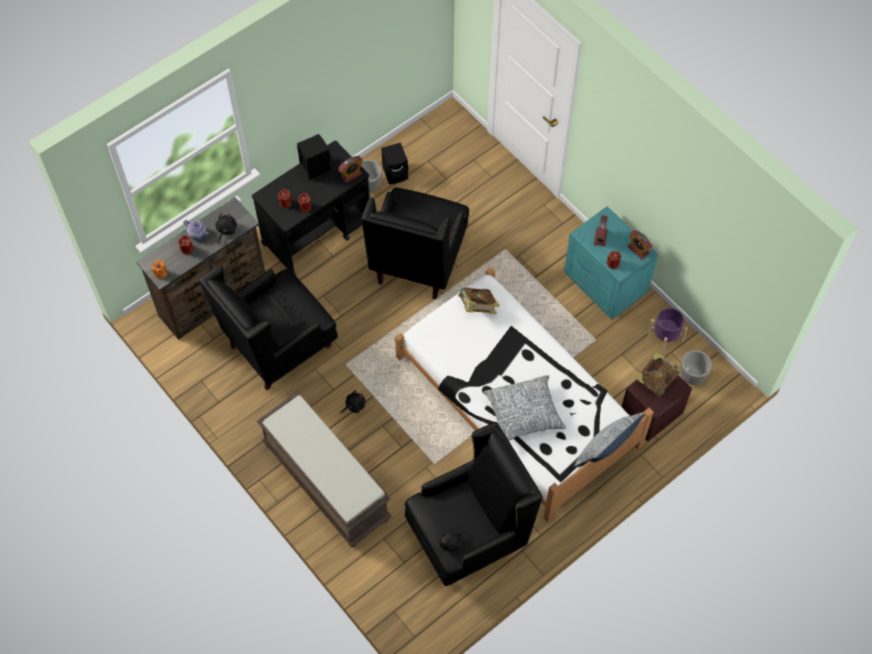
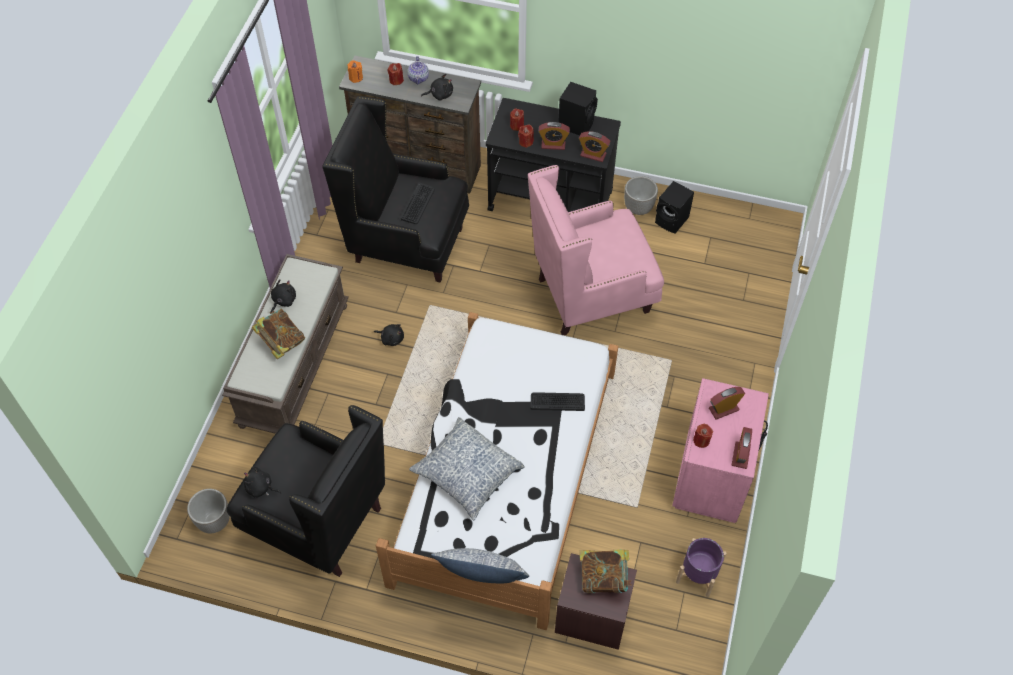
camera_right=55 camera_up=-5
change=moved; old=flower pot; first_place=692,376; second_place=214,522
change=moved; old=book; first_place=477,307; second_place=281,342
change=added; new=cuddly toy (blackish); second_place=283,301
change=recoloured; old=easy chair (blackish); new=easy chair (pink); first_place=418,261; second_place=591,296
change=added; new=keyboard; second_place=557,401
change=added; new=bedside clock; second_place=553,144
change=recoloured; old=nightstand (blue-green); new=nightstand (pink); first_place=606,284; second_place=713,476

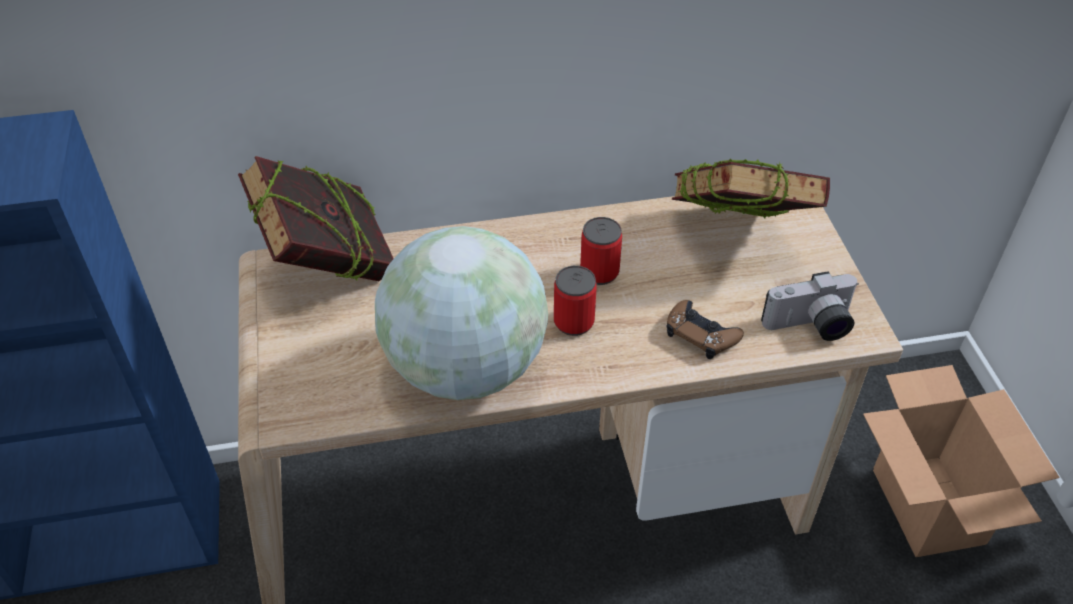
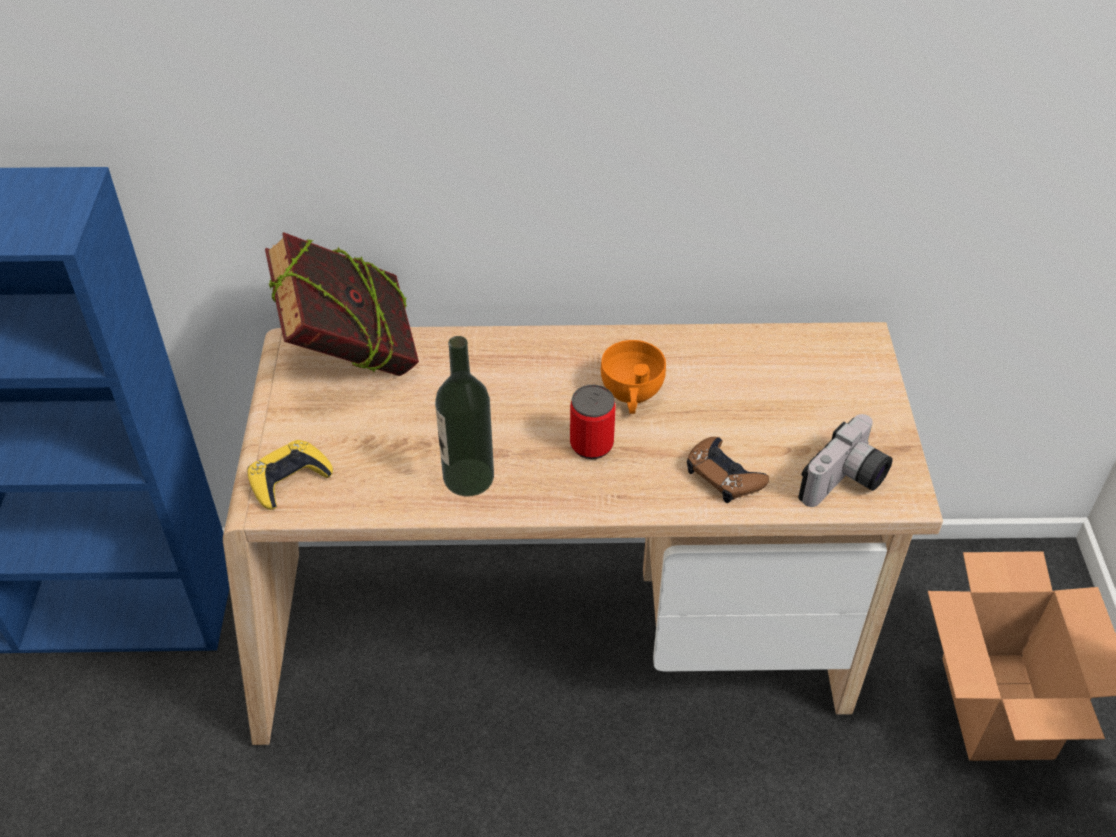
camera_right=10 camera_up=0
change=added; new=gamepad (yellow-coloured); second_place=289,479
change=replaced; old=desk globe; new=beverage bottle; first_place=466,368; second_place=468,477
change=replaced; old=can; new=cup (orangey); first_place=599,272; second_place=631,396
change=turned; old=still camera; first_place=810,327; second_place=846,483; degrees=-45
change=removed; old=book; first_place=736,240

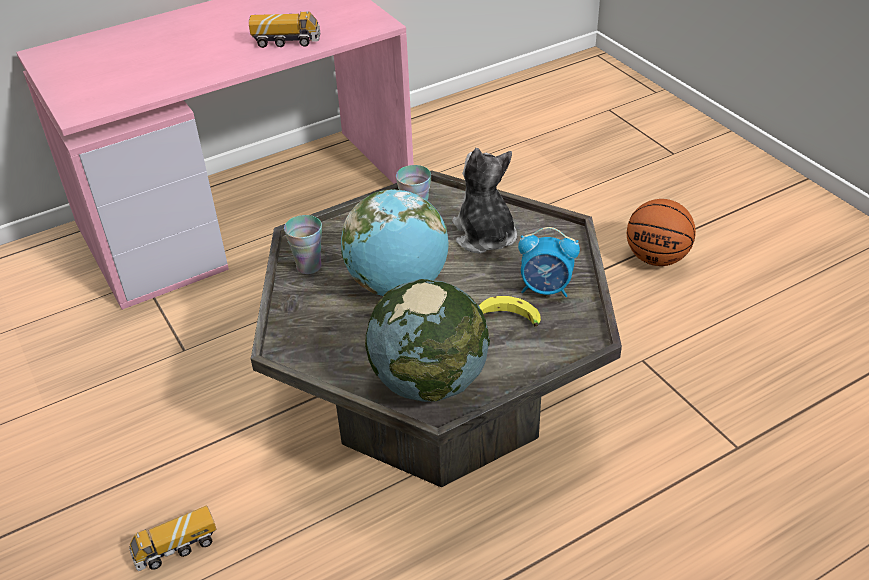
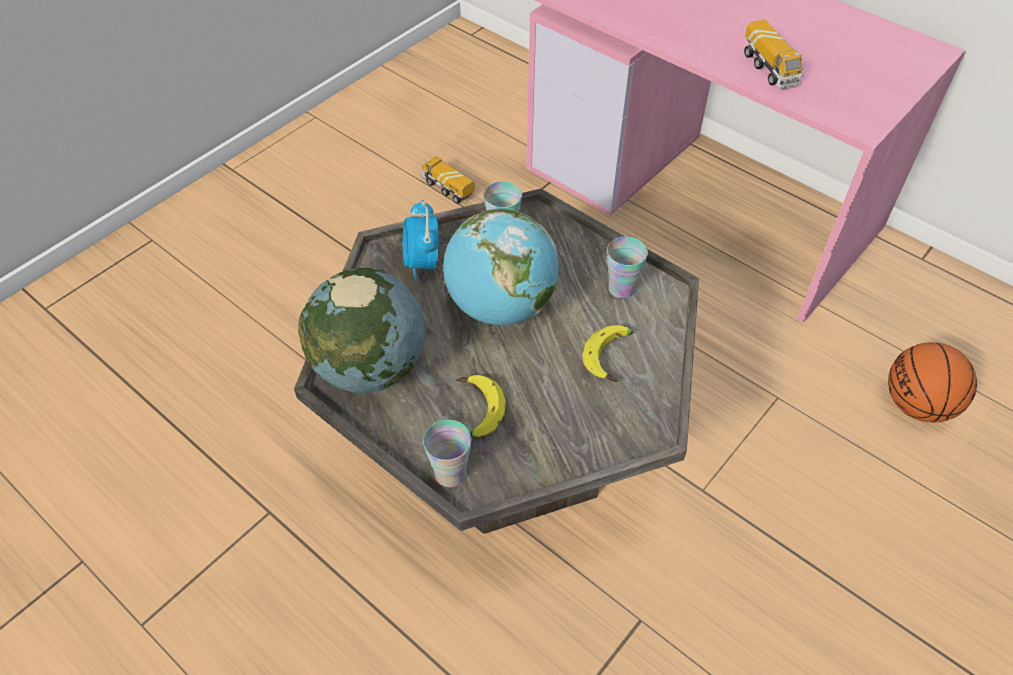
camera_right=70 camera_up=10
change=moved; old=bedside clock; first_place=546,289; second_place=422,263
change=moved; old=toy truck; first_place=176,548; second_place=447,188
change=added; new=cup; second_place=450,473
change=replaced; old=cuddly toy; new=banana; first_place=484,235; second_place=612,357
change=moved; old=basketball ball; first_place=656,258; second_place=917,405

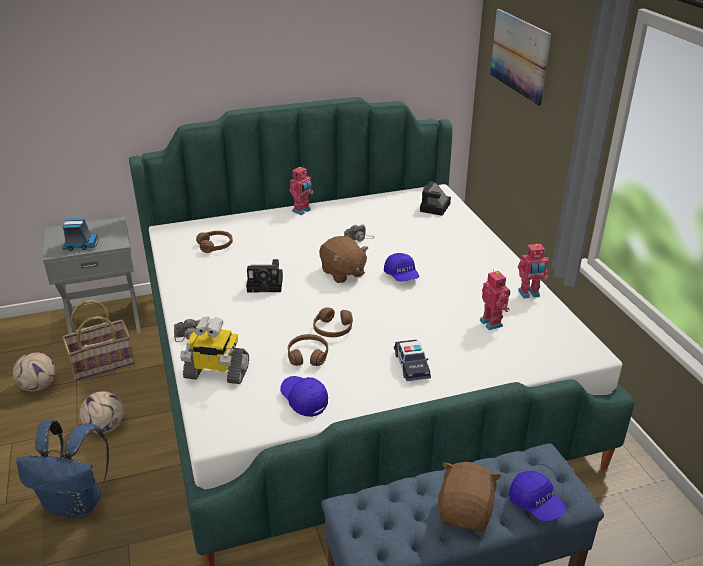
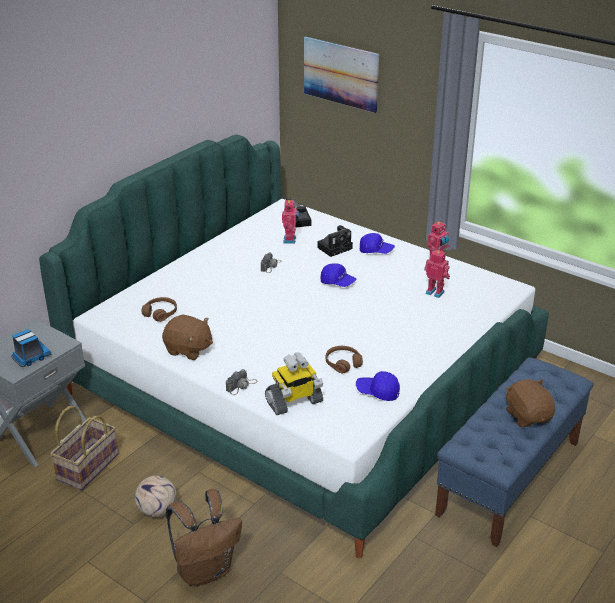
camera_right=-35 camera_up=0
change=moved; old=cuddly toy (brown-coloured); first_place=342,273; second_place=188,349
change=recoloured; old=knapsack (bluish); new=knapsack (brown-coloured); first_place=77,503; second_place=205,570
change=moved; old=toy robot; first_place=302,211; second_place=290,240
change=moved; old=still camera; first_place=267,284; second_place=335,247
change=moved; old=peaked cap (bluish); first_place=536,504; second_place=376,251
change=removed; old=ball for football; first_place=39,386
change=removed; old=headset (brown-coloured); first_place=333,329
change=removed; old=toy car; first_place=411,365

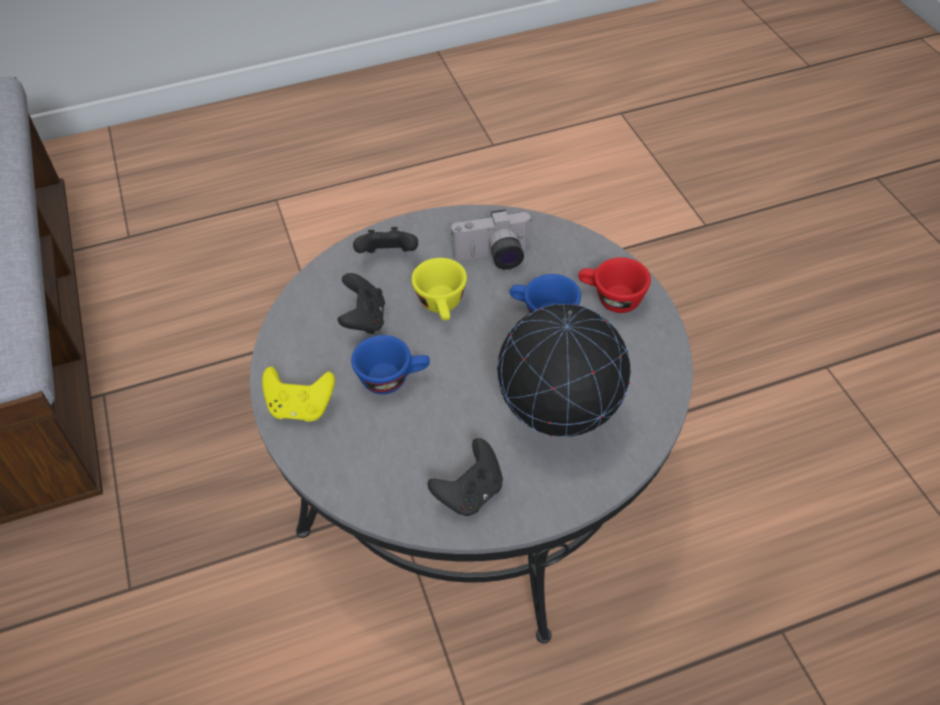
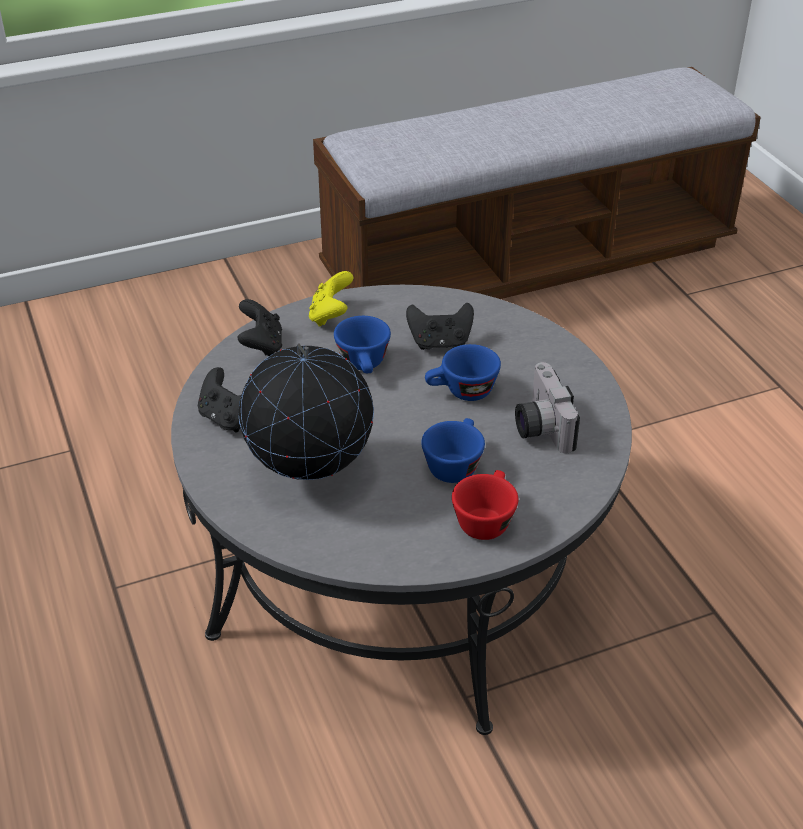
camera_right=85 camera_up=-10
change=moved; old=gamepad (blackish); first_place=388,257; second_place=261,345
change=recoloured; old=cup (yellow-coloured); new=cup (bluish); first_place=443,306; second_place=461,392

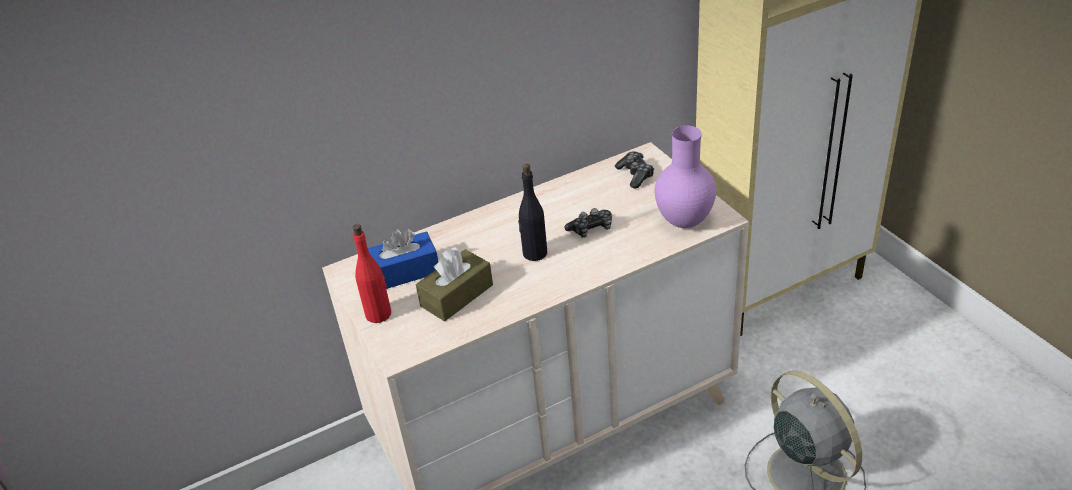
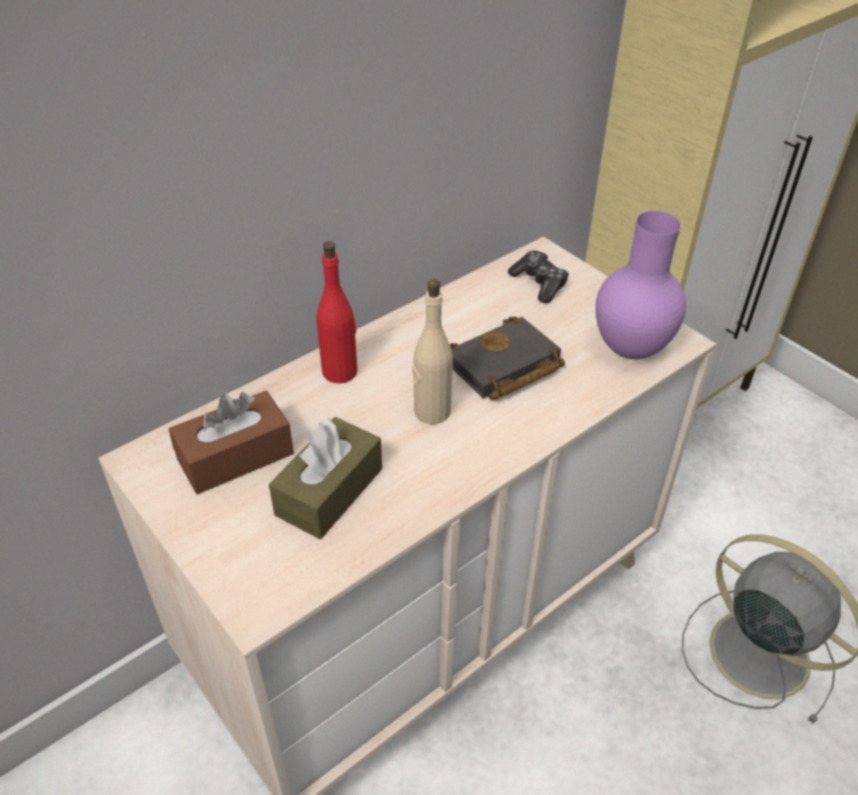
camera_right=-15 camera_up=5
change=recoloured; old=box of tissues (bluish); new=box of tissues (brown-coloured); first_place=404,272; second_place=235,456
change=moved; old=beverage bottle (red); first_place=379,314; second_place=340,371
change=recoloured; old=beverage bottle (blackish); new=beverage bottle (sand-coloured); first_place=534,253; second_place=431,411
change=replaced; old=gamepad; new=book (blackish); first_place=591,229; second_place=503,368

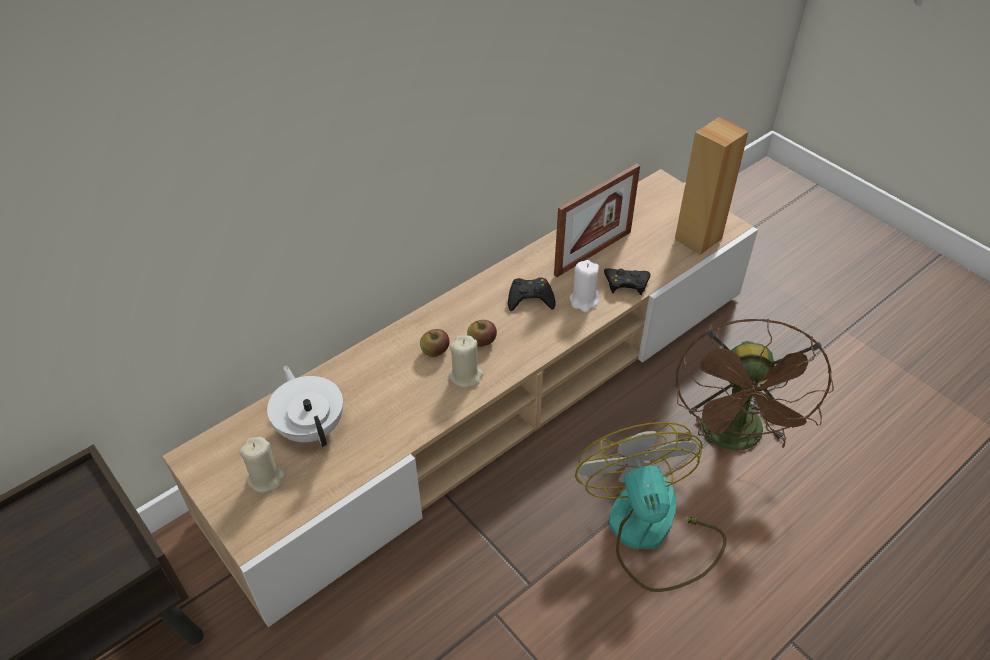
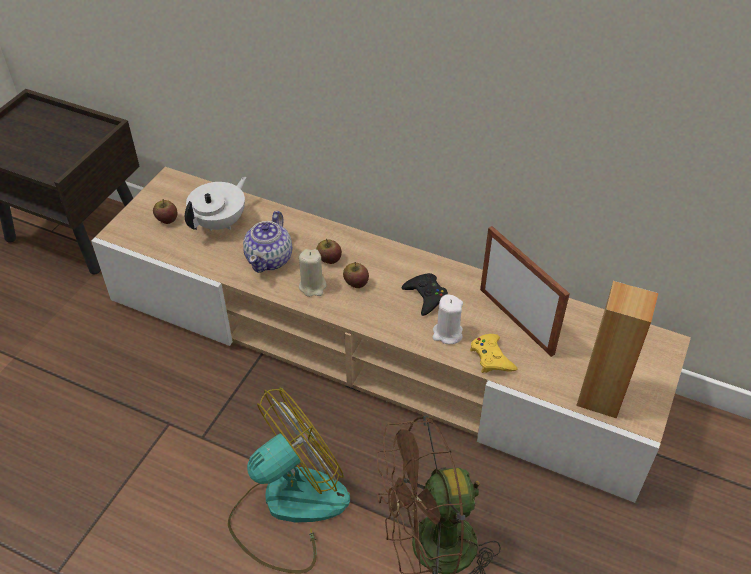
camera_right=65 camera_up=0
change=replaced; old=wax light (sand-coloured); new=apple fruit; first_place=266,478; second_place=167,219
change=added; new=tea pot; second_place=270,259
change=recoloured; old=gamepad (blackish); new=gamepad (yellow-coloured); first_place=626,283; second_place=491,358
change=turned; old=picture frame; first_place=593,253; second_place=516,321; degrees=-150

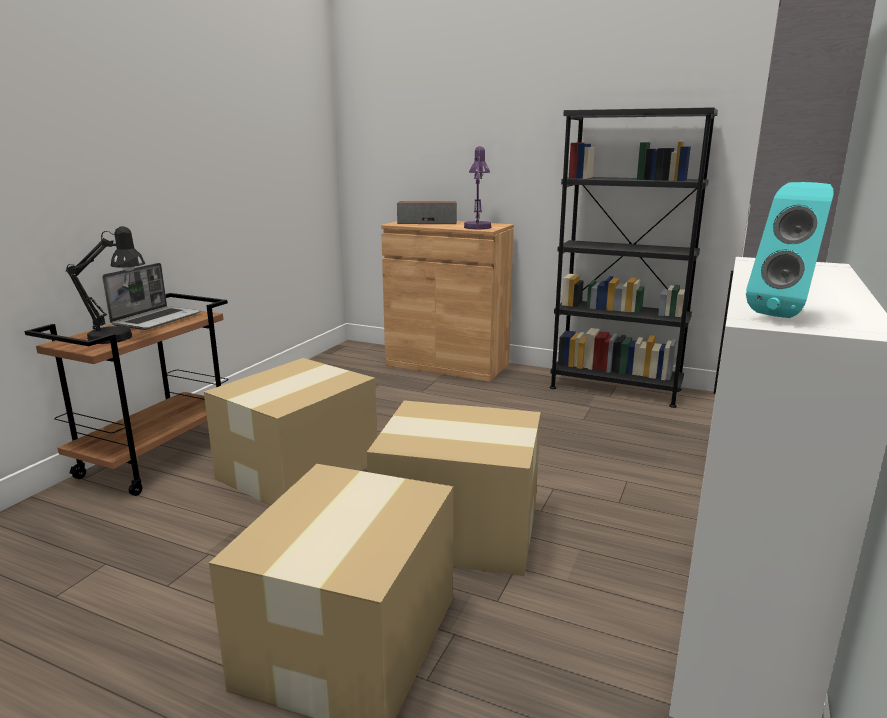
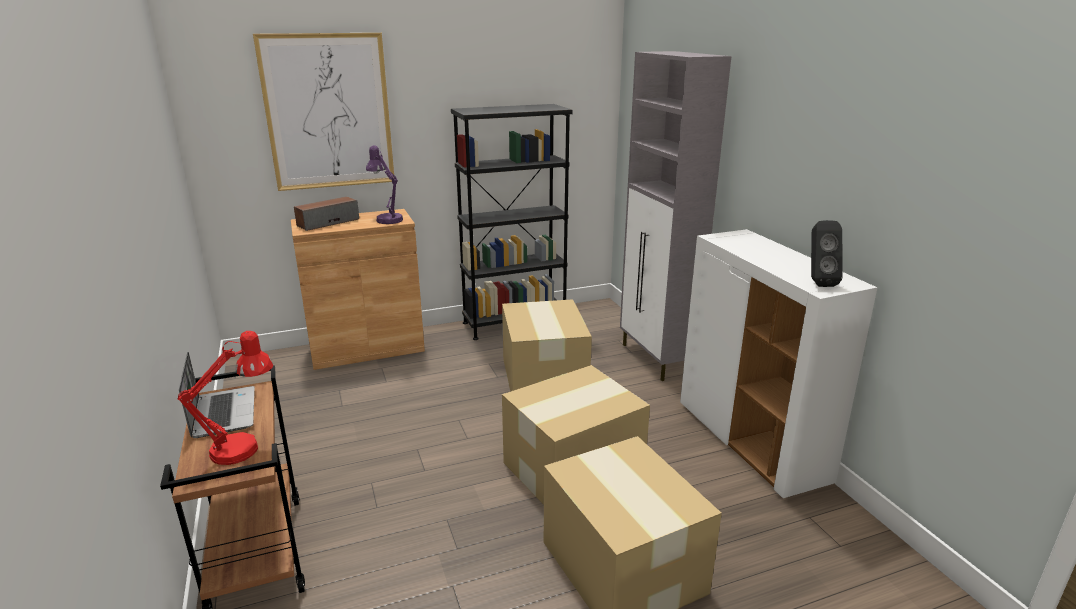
camera_right=-45 camera_up=5
change=recoloured; old=lamp for a table (blackish); new=lamp for a table (red); first_place=119,338; second_place=245,447
change=added; new=picture; second_place=328,112
change=moved; old=packing box; first_place=300,469; second_place=544,376
change=recoloured; old=loudspeaker (blue-green); new=loudspeaker (blackish); first_place=784,314; second_place=817,282

